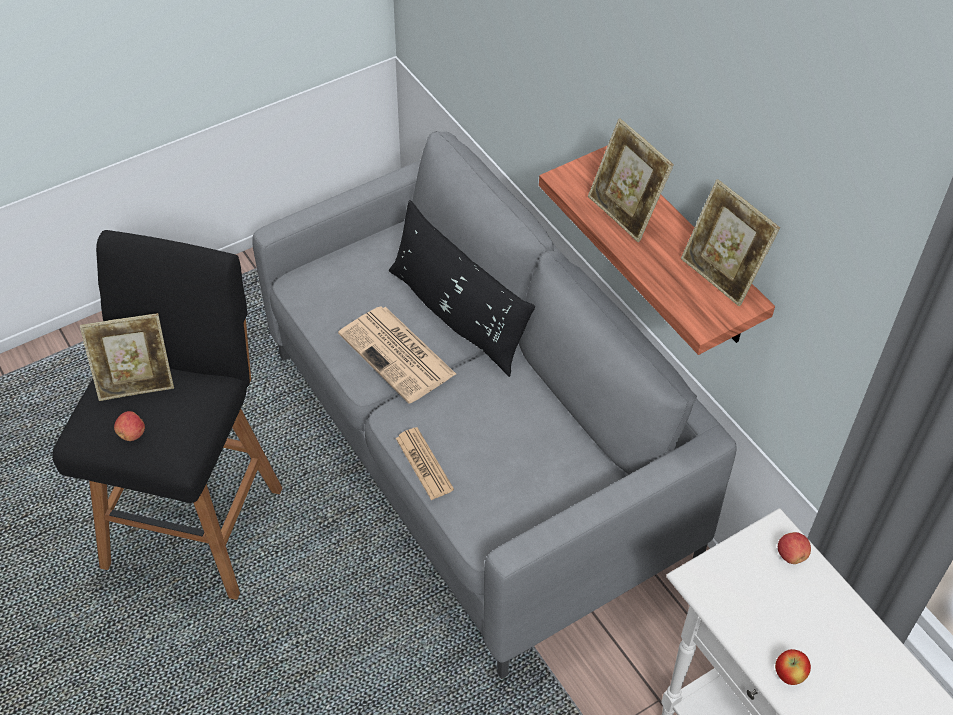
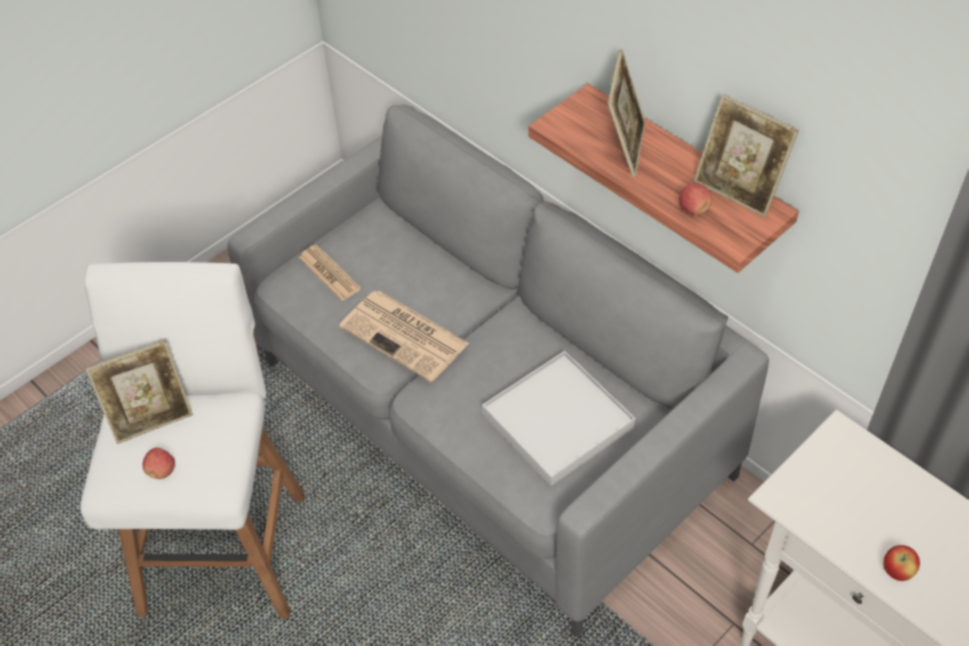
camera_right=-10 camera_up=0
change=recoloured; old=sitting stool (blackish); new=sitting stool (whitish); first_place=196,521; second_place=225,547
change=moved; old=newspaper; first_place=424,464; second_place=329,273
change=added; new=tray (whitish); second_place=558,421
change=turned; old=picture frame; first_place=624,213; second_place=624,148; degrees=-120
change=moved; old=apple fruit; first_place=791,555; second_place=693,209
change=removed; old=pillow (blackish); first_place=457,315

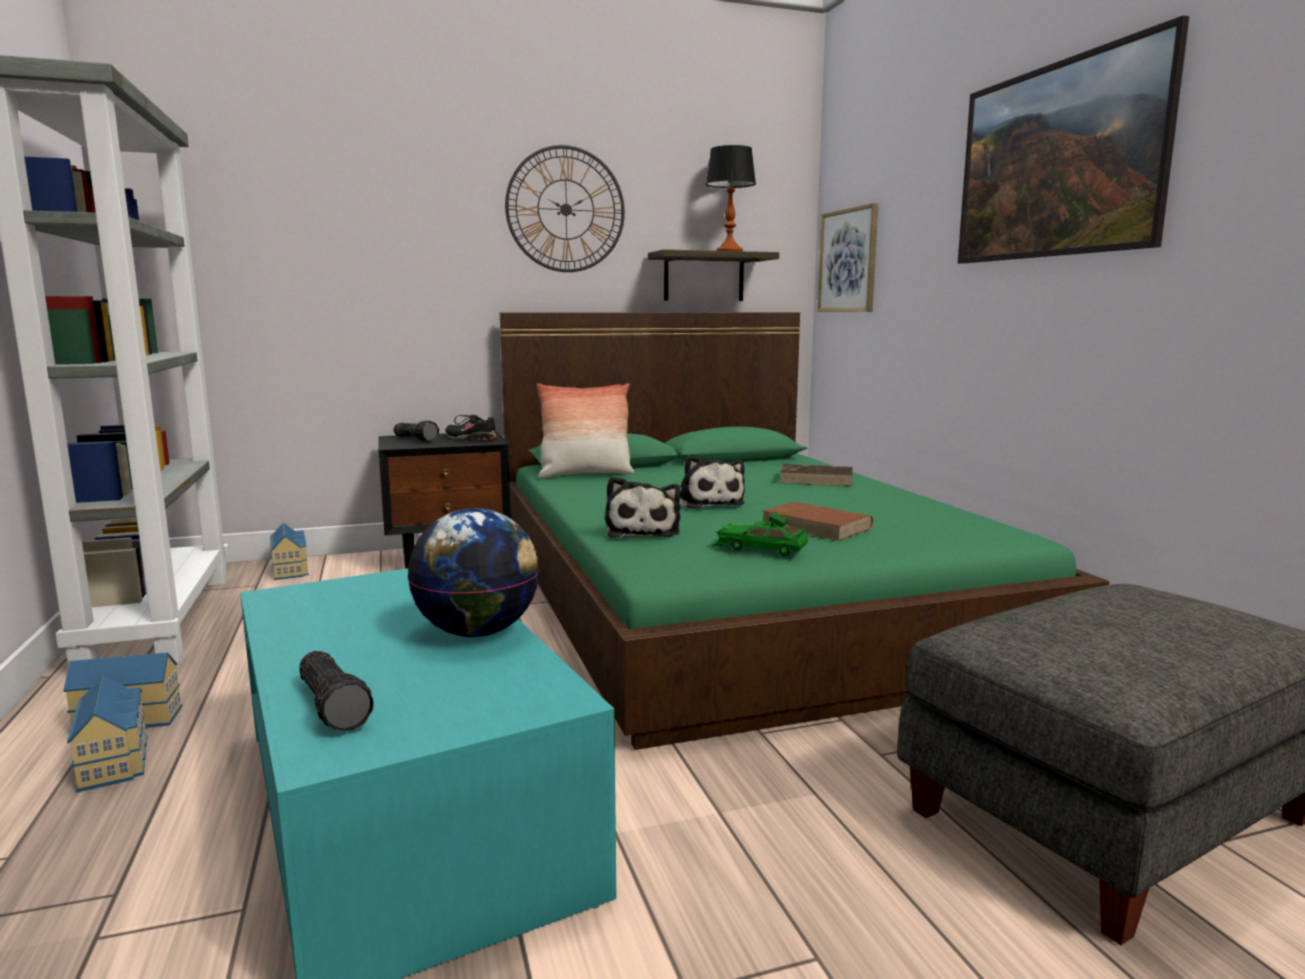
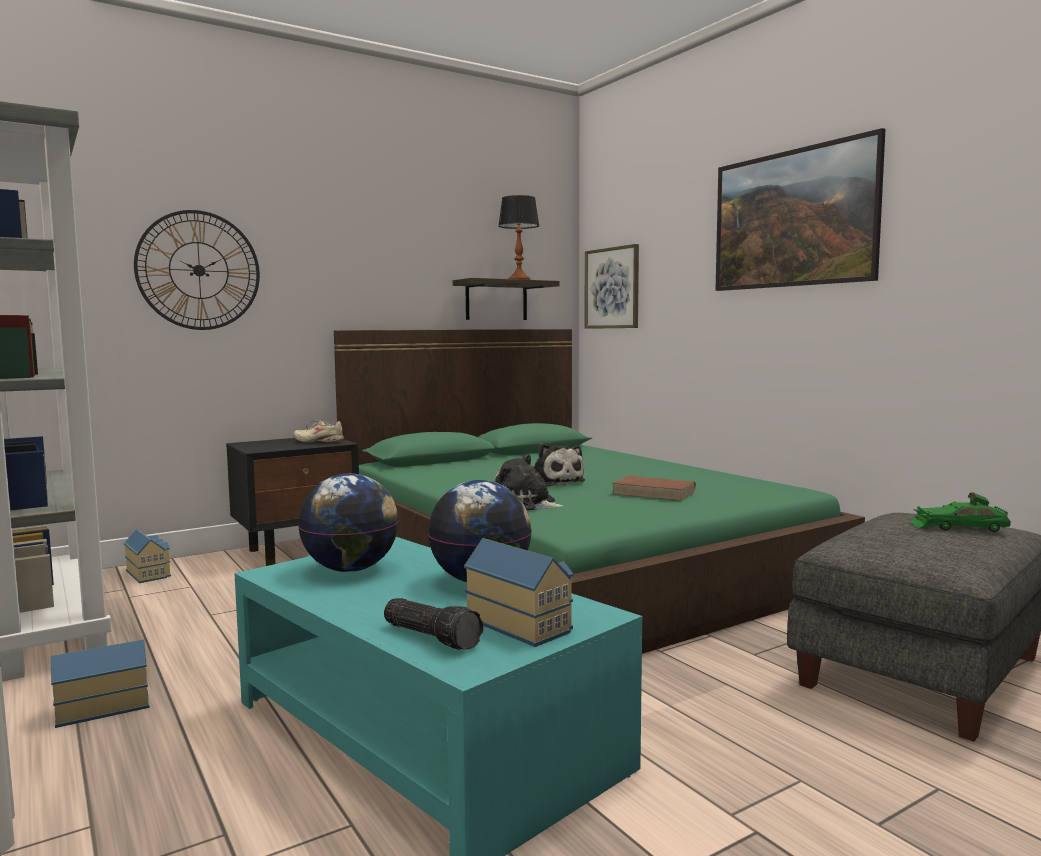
camera_right=-15 camera_up=-5
change=moved; old=hanging clock; first_place=566,209; second_place=199,270
change=recoloured; old=low shoe (blackish); new=low shoe (sand-coloured); first_place=471,439; second_place=318,441
change=added; new=desk globe; second_place=351,569
change=moved; old=model house; first_place=116,760; second_place=520,623
change=turned; old=cuddly toy; first_place=643,531; second_place=526,504; degrees=135
change=moved; old=toy car (greenish); first_place=759,548; second_place=958,527
change=removed; old=torch; first_place=416,439
change=removed; old=pillow; first_place=585,474
change=removed; old=book (brown-coloured); first_place=817,479

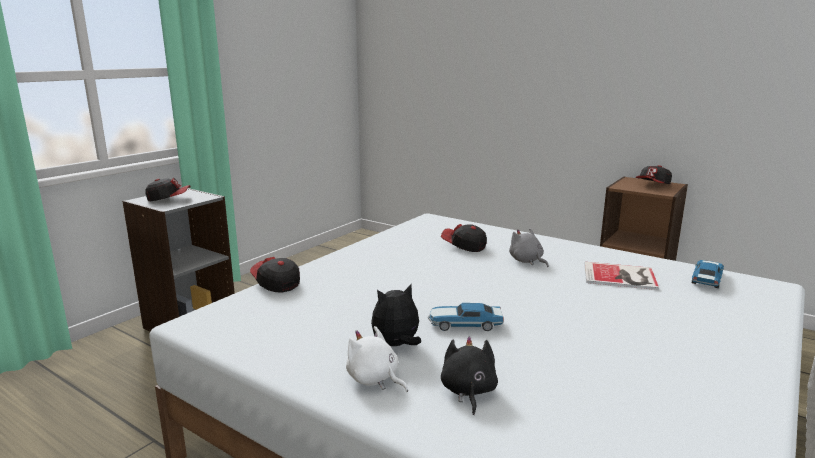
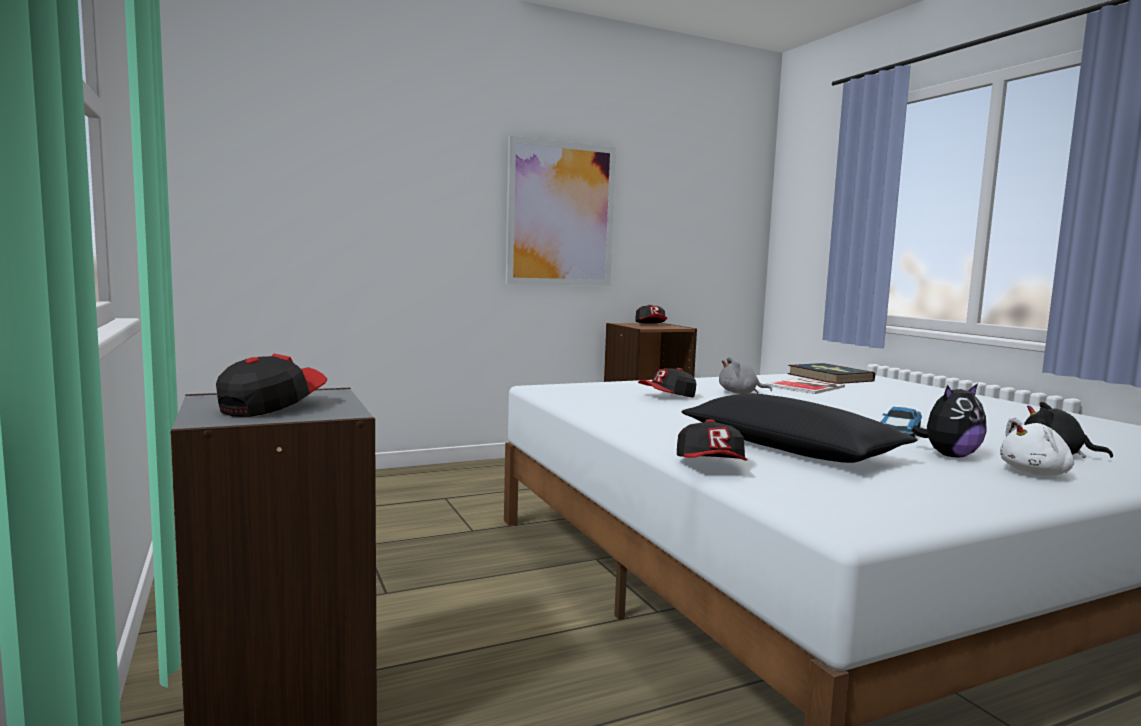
camera_right=-60 camera_up=-10
change=added; new=picture; second_place=560,214
change=turned; old=peaked cap; first_place=276,283; second_place=712,467; degrees=-75
change=added; new=pillow (blackish); second_place=789,448
change=replaced; old=toy car; new=book; first_place=706,279; second_place=829,377
change=turned; old=cuddly toy; first_place=396,345; second_place=949,455; degrees=-120

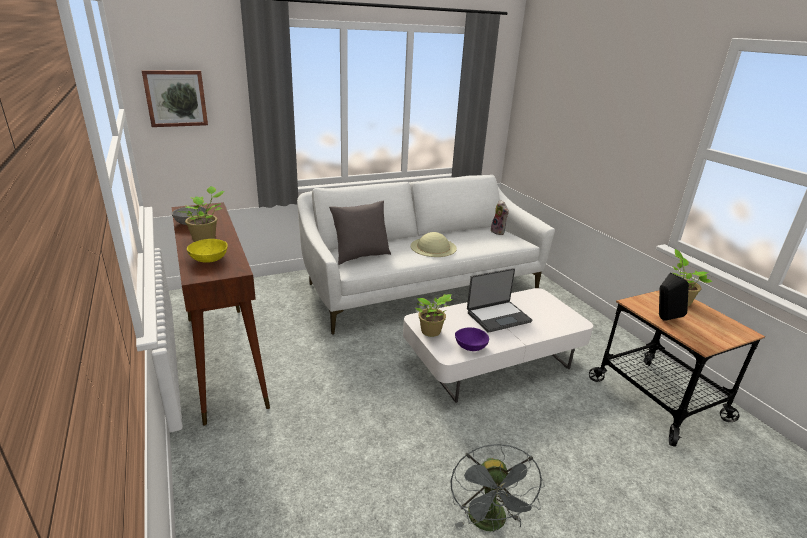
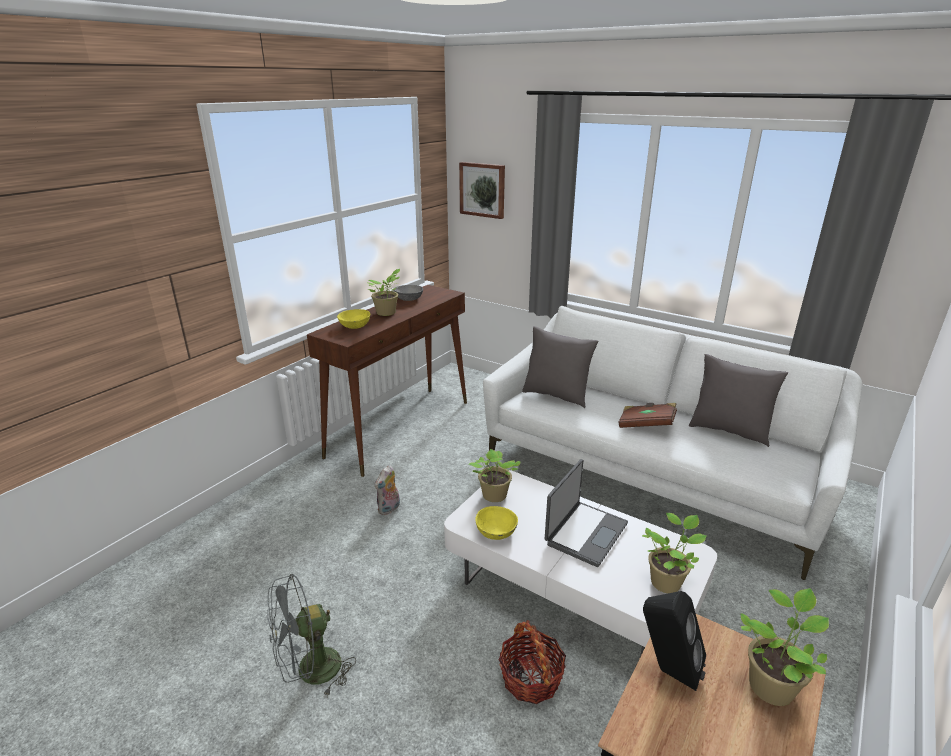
camera_right=60 camera_up=0
change=moved; old=cuddly toy; first_place=498,232; second_place=389,509
change=recoloured; old=bowl (purplish); new=bowl (yellow-coloured); first_place=471,346; second_place=495,532
change=added; new=storage basket; second_place=530,678
change=turned; old=laptop; first_place=498,316; second_place=585,533; degrees=-90
change=replaced; old=clothing hat (sand-coloured); new=book (brown-coloured); first_place=433,247; second_place=646,425
change=added; new=potted plant; second_place=667,581
change=added; new=pillow (grey); second_place=729,431

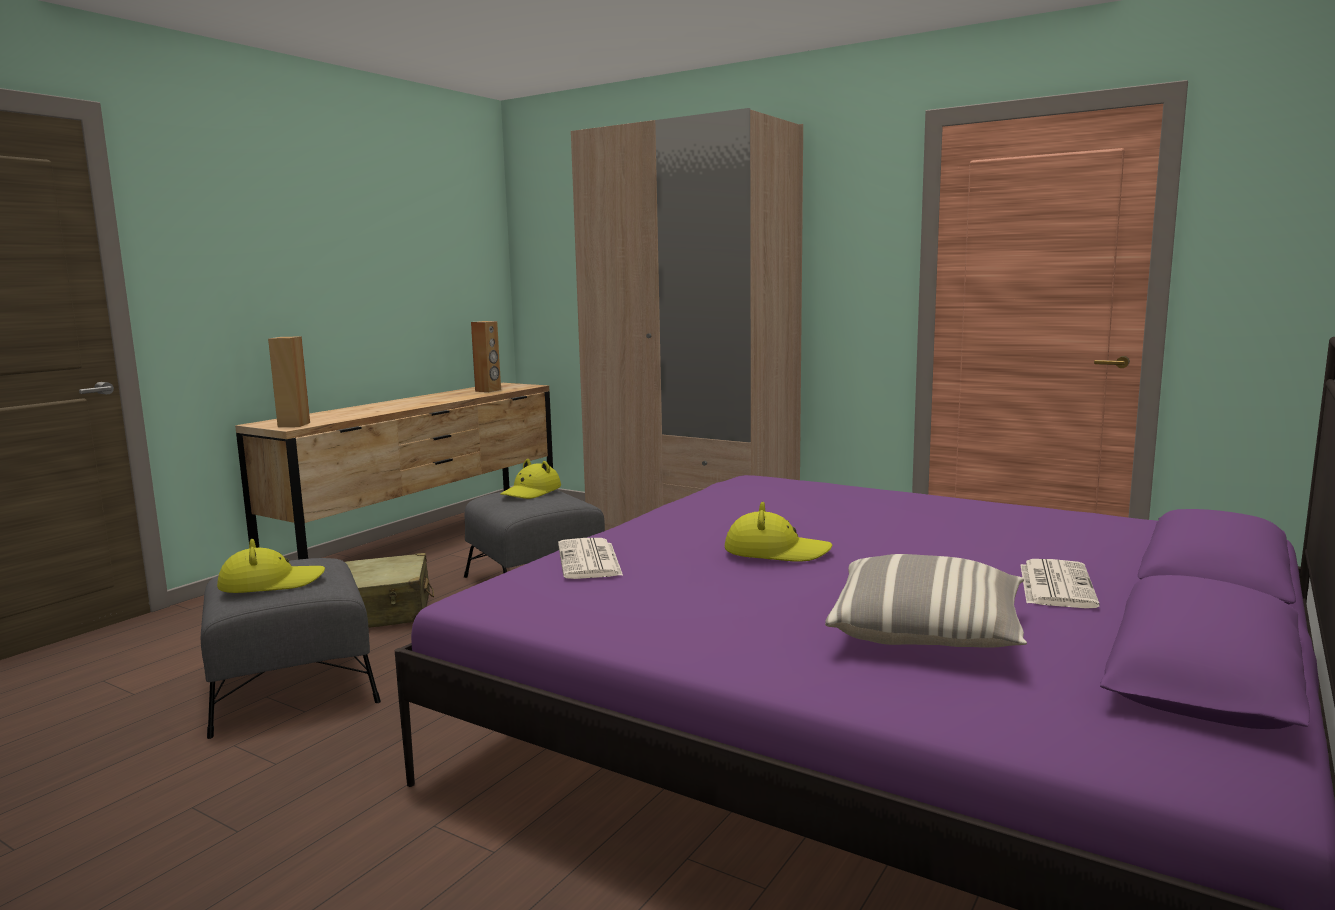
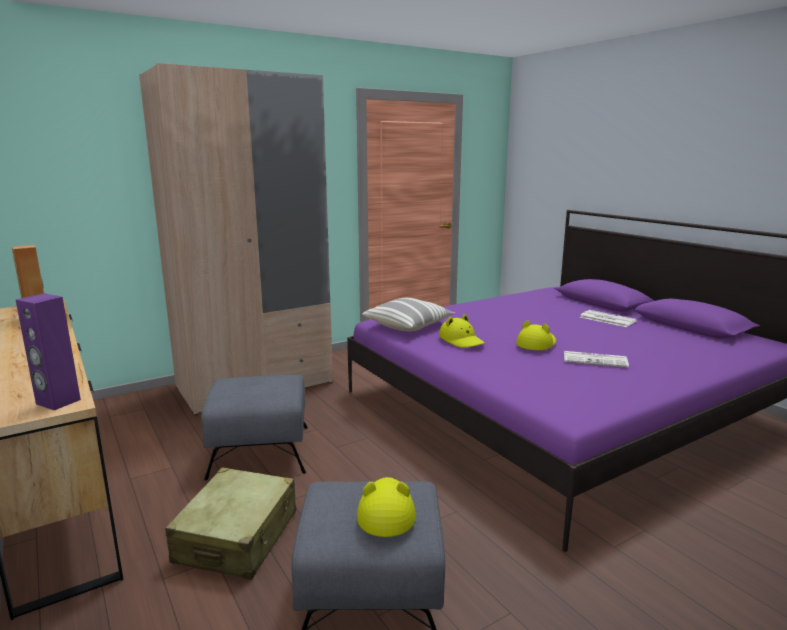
camera_right=-65 camera_up=5
change=recoloured; old=loudspeaker (brown-coloured); new=loudspeaker (purplish); first_place=293,425; second_place=57,402
change=moved; old=pillow; first_place=927,633; second_place=408,325
change=moved; old=clothing hat (yellow-coloured); first_place=531,492; second_place=461,340
change=moved; old=newspaper; first_place=590,561; second_place=595,360

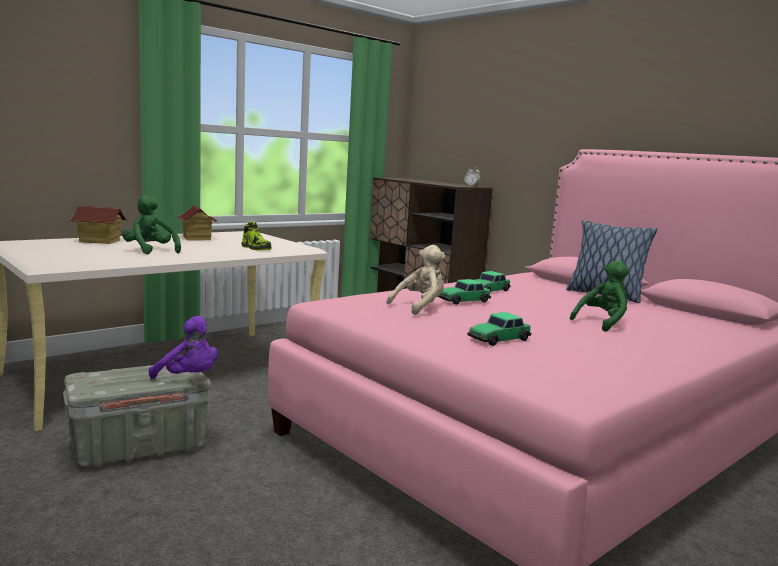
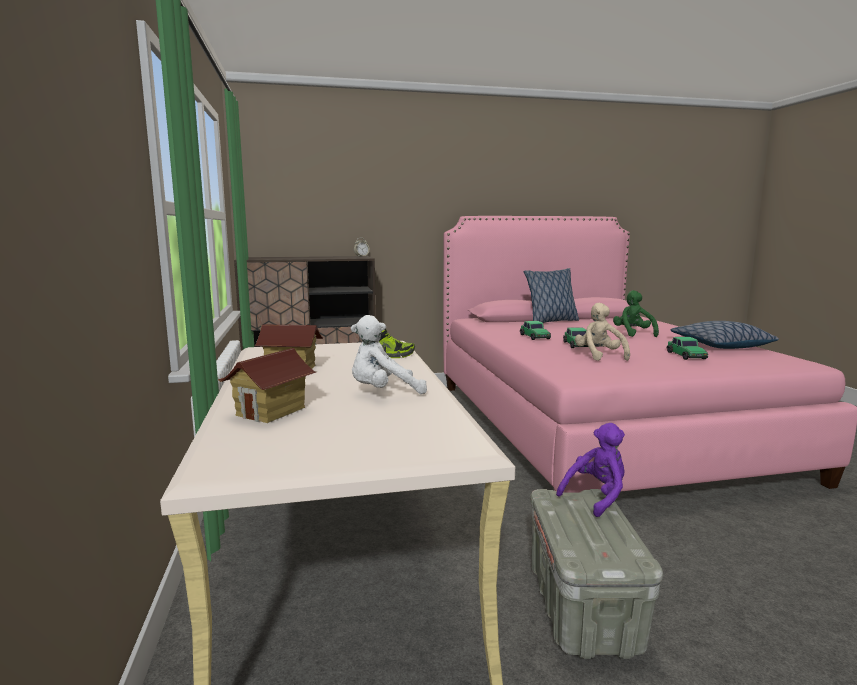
camera_right=-60 camera_up=0
change=recoloured; old=cuddly toy (greenish); new=cuddly toy (whitish); first_place=150,251; second_place=383,393
change=added; new=pillow; second_place=720,345

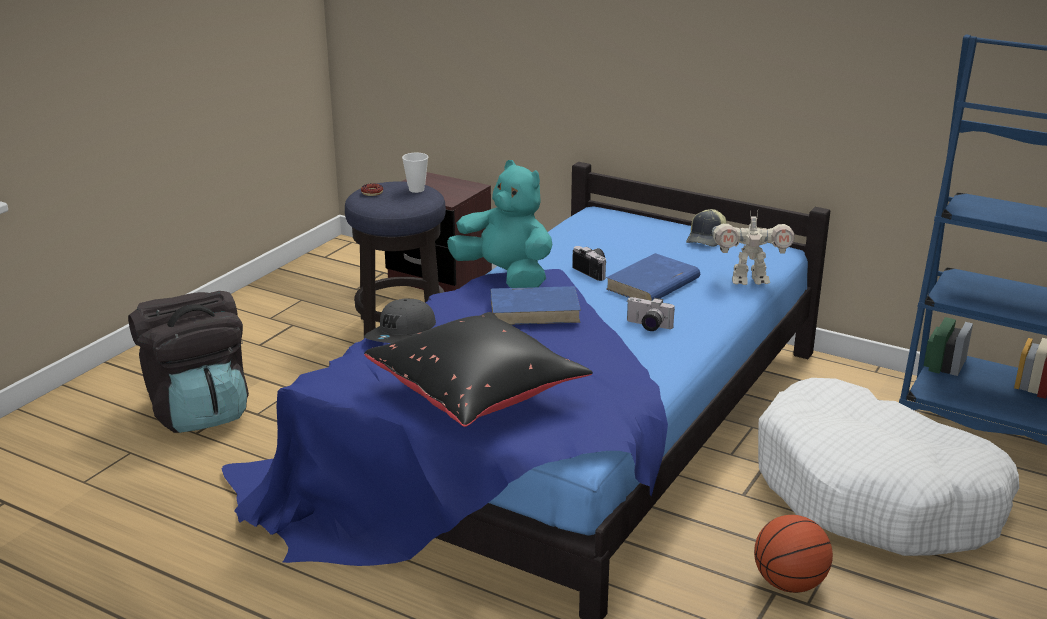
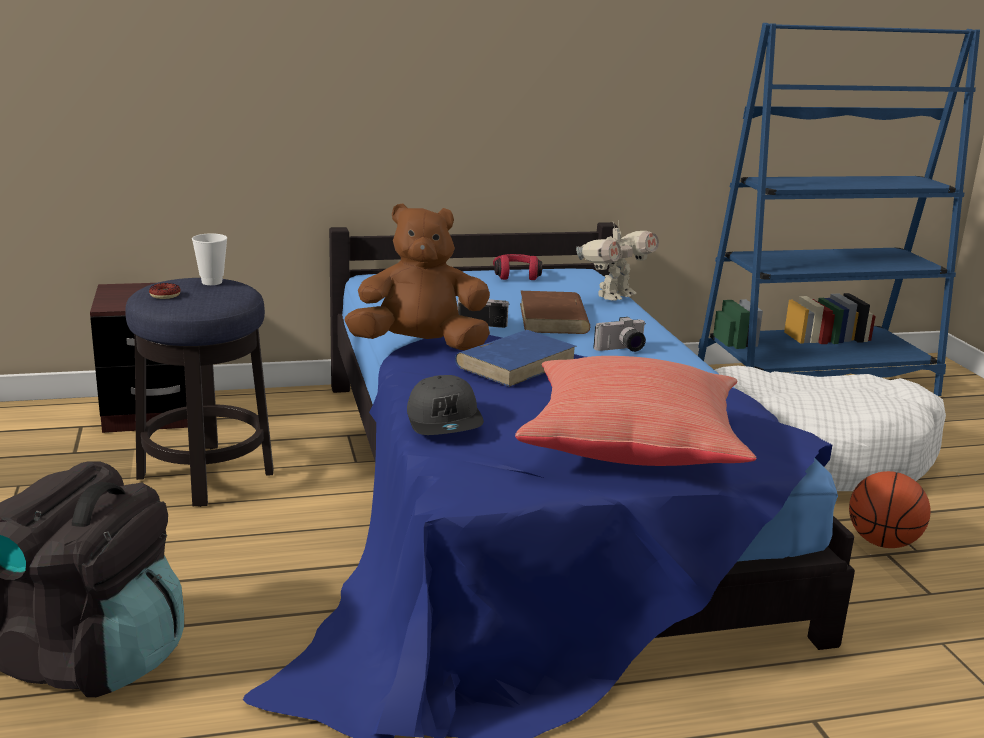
camera_right=-45 camera_up=-5
change=recoloured; old=cuddly toy (blue-green); new=cuddly toy (brown-coloured); first_place=505,276; second_place=420,346
change=replaced; old=peaked cap; new=headset (red); first_place=707,239; second_place=516,275
change=recoloured; old=pillow (blackish); new=pillow (red); first_place=478,395; second_place=632,447
change=recoloured; old=book (bluish); new=book (brown-coloured); first_place=652,284; second_place=553,318

